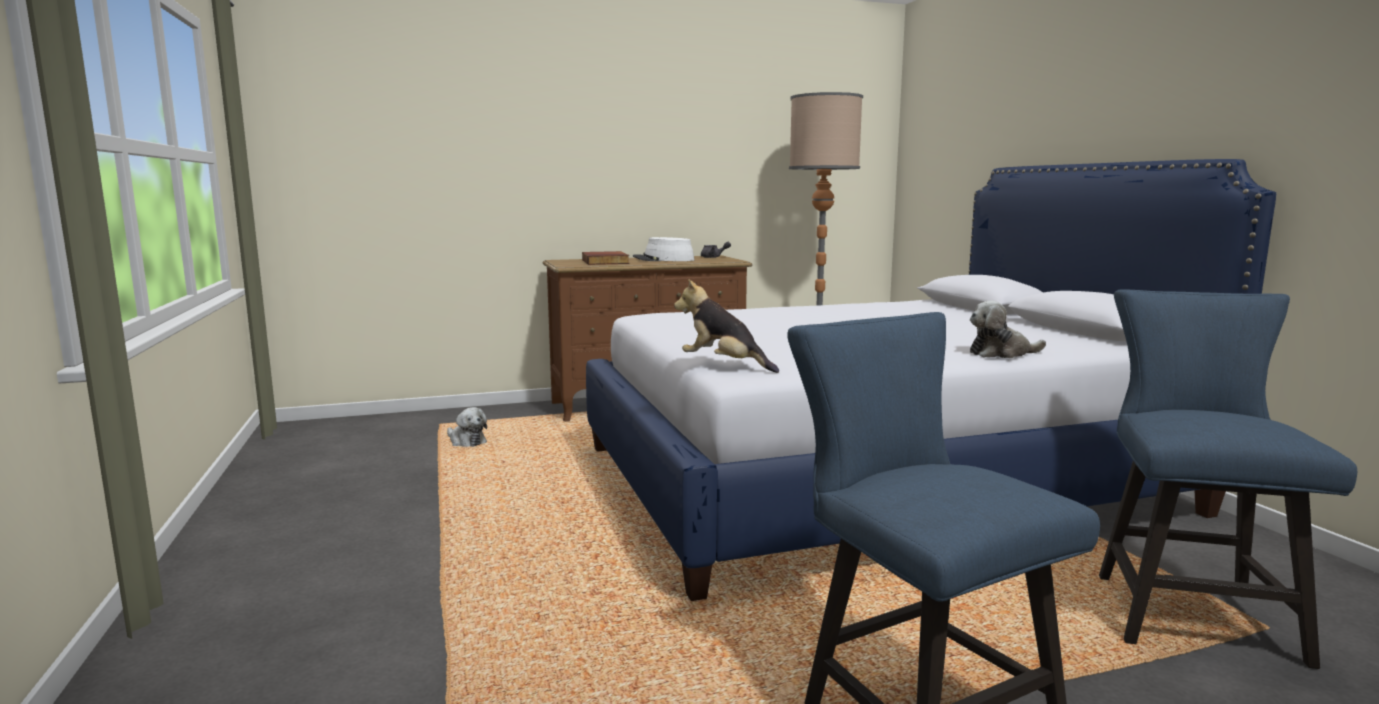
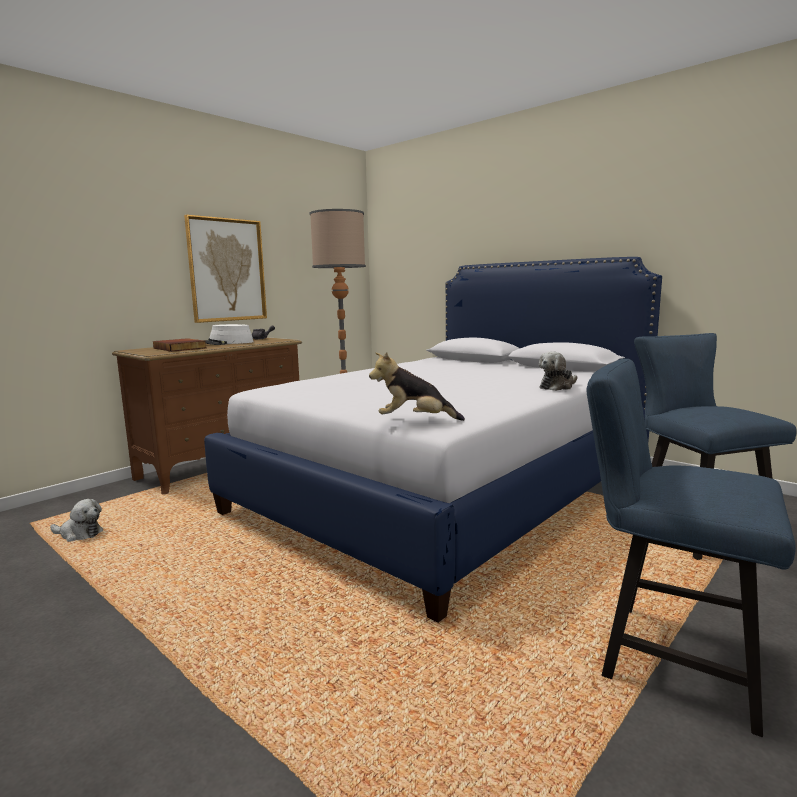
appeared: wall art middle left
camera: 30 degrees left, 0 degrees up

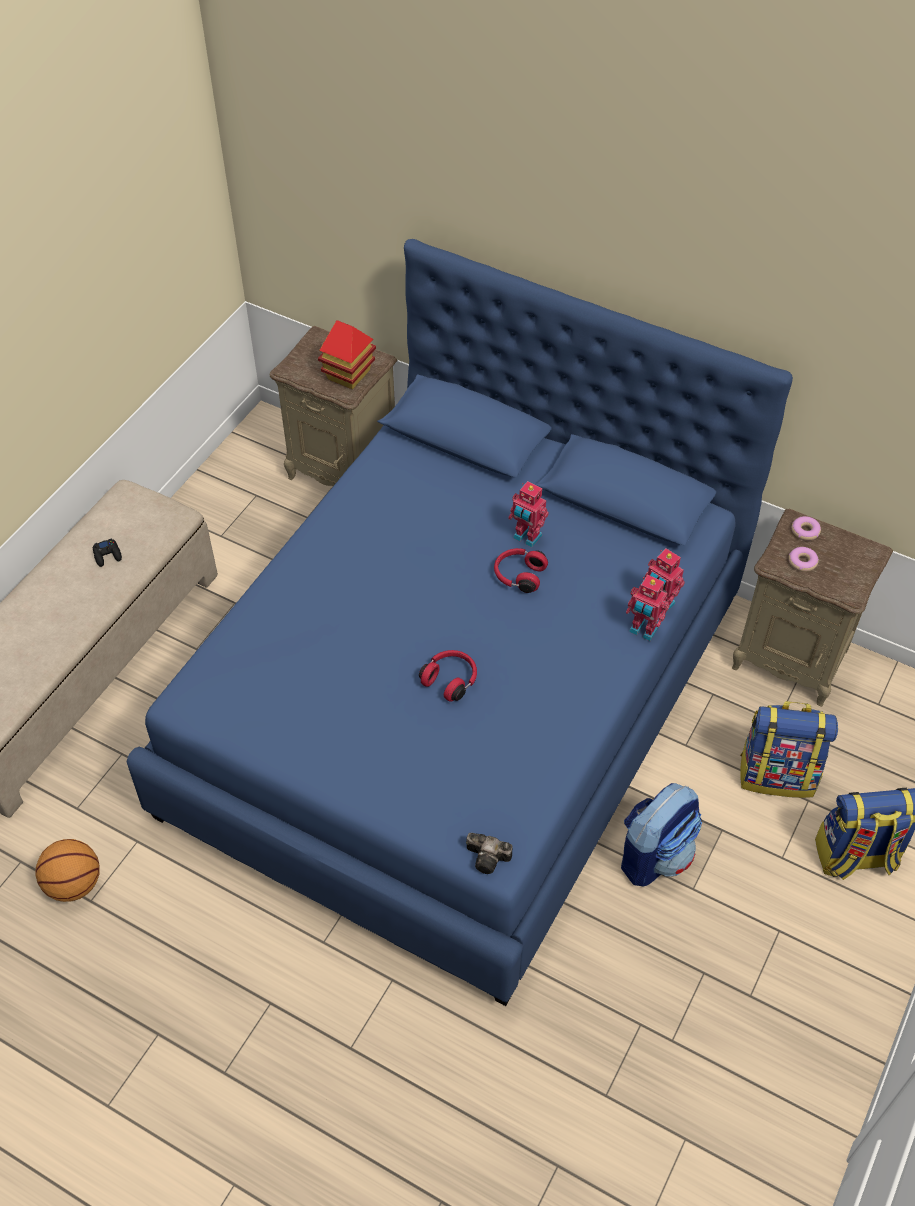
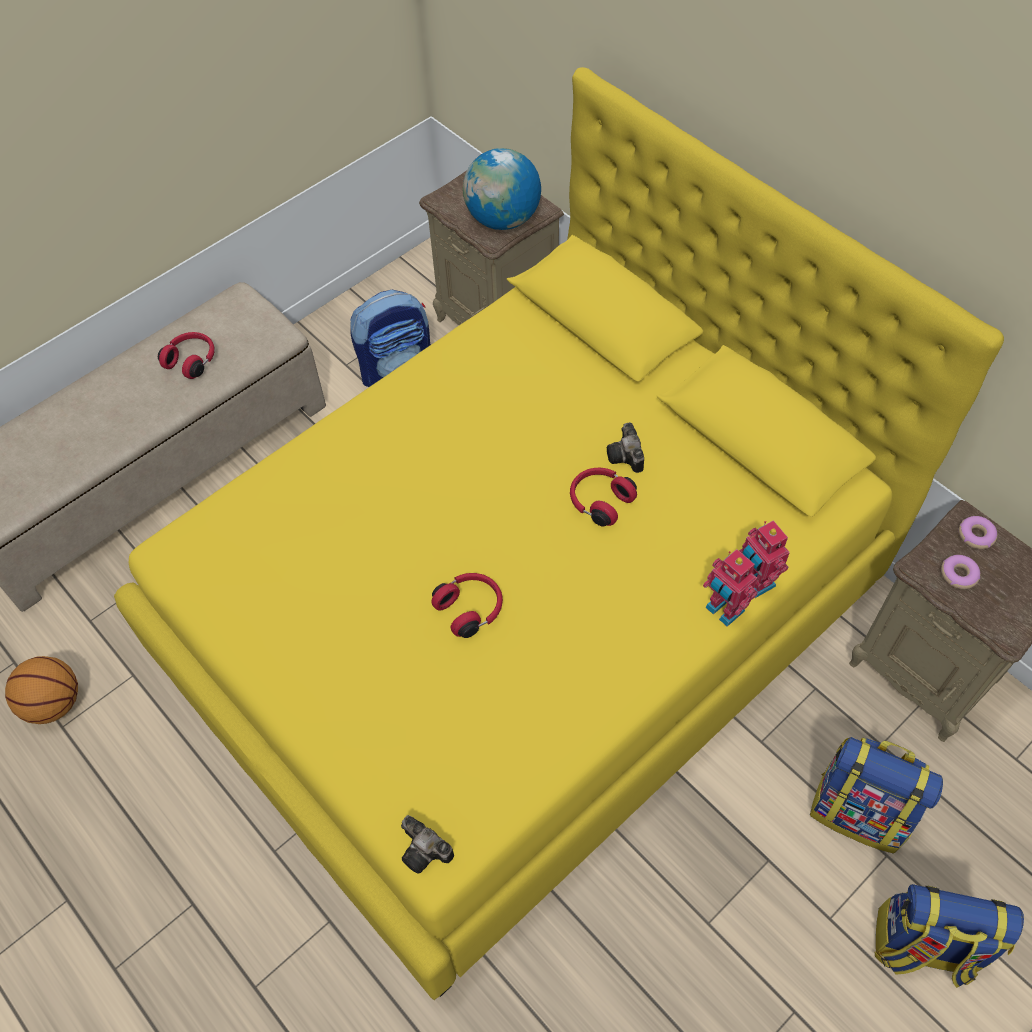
relocated: knapsack (no. 1 from left) bottom right to top centre
exchanged: black-coloured gamepad middle left to reddish pair of headphones (no. 1 from left) middle left; toy house top centre to globe top centre; toy robot (no. 1 from left) centre to photo camera (no. 2 from left) centre
colour: bluish bedroom bed centre to yellow bedroom bed centre
camera: 20 degrees right, 5 degrees up

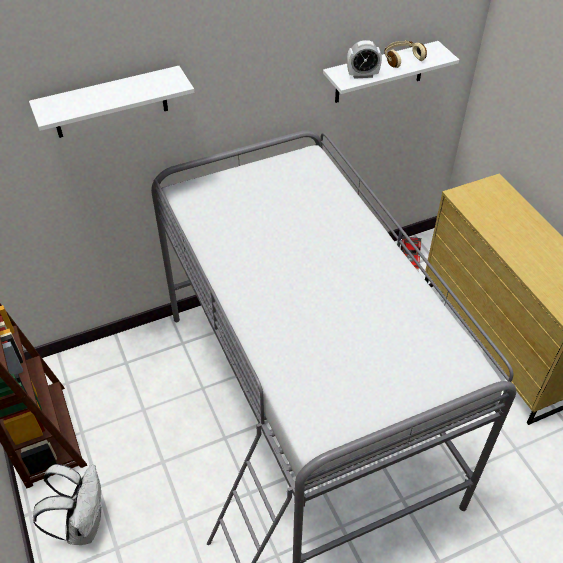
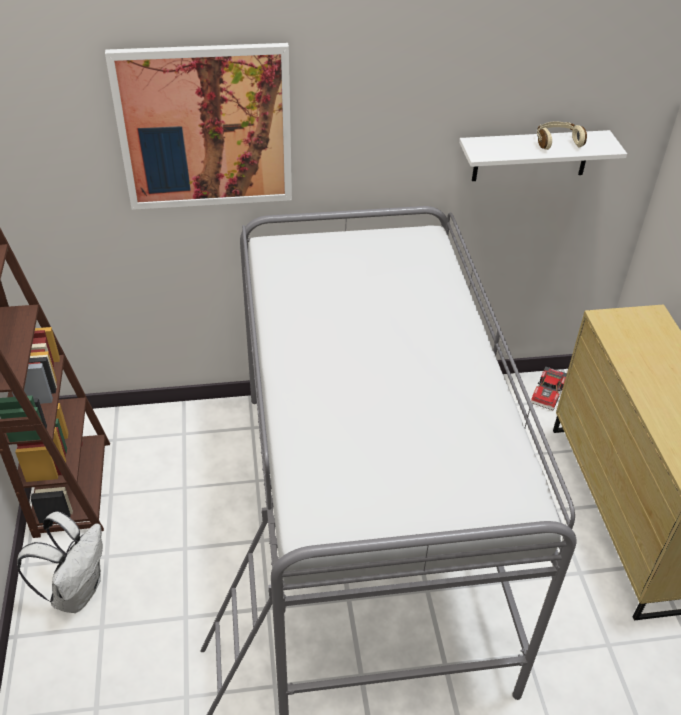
missing: table clock top centre
exchanged: whitish shelf (no. 1 from left) top left to wall art top left
camera: 15 degrees right, 5 degrees down

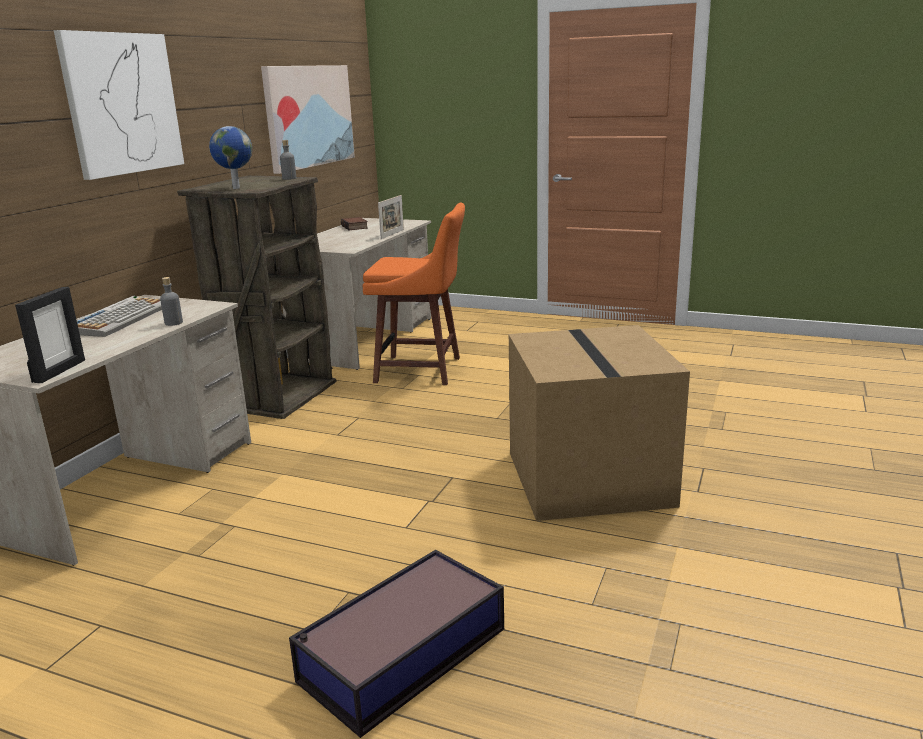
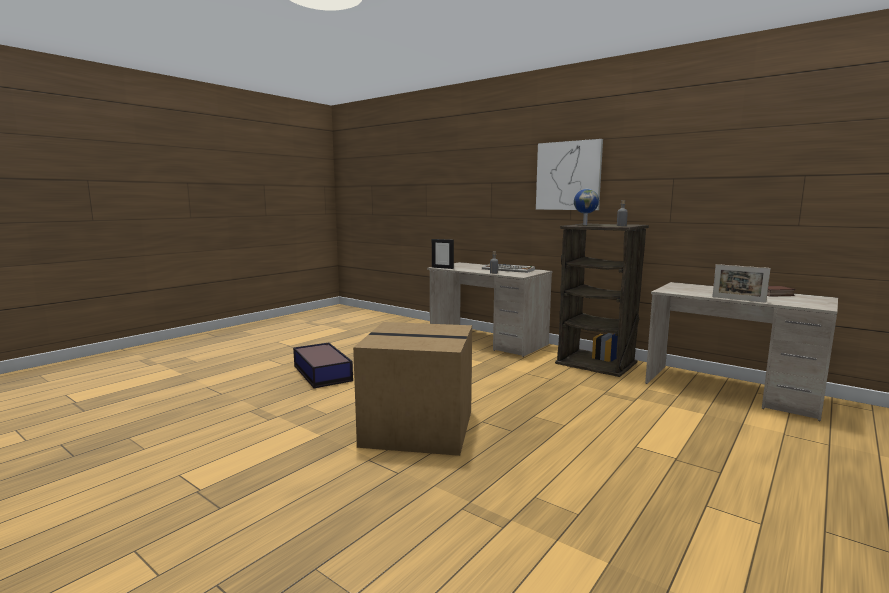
missing: wall art (no. 2 from left) top centre; orange-coloured sitting stool centre
camera: 105 degrees right, 10 degrees down

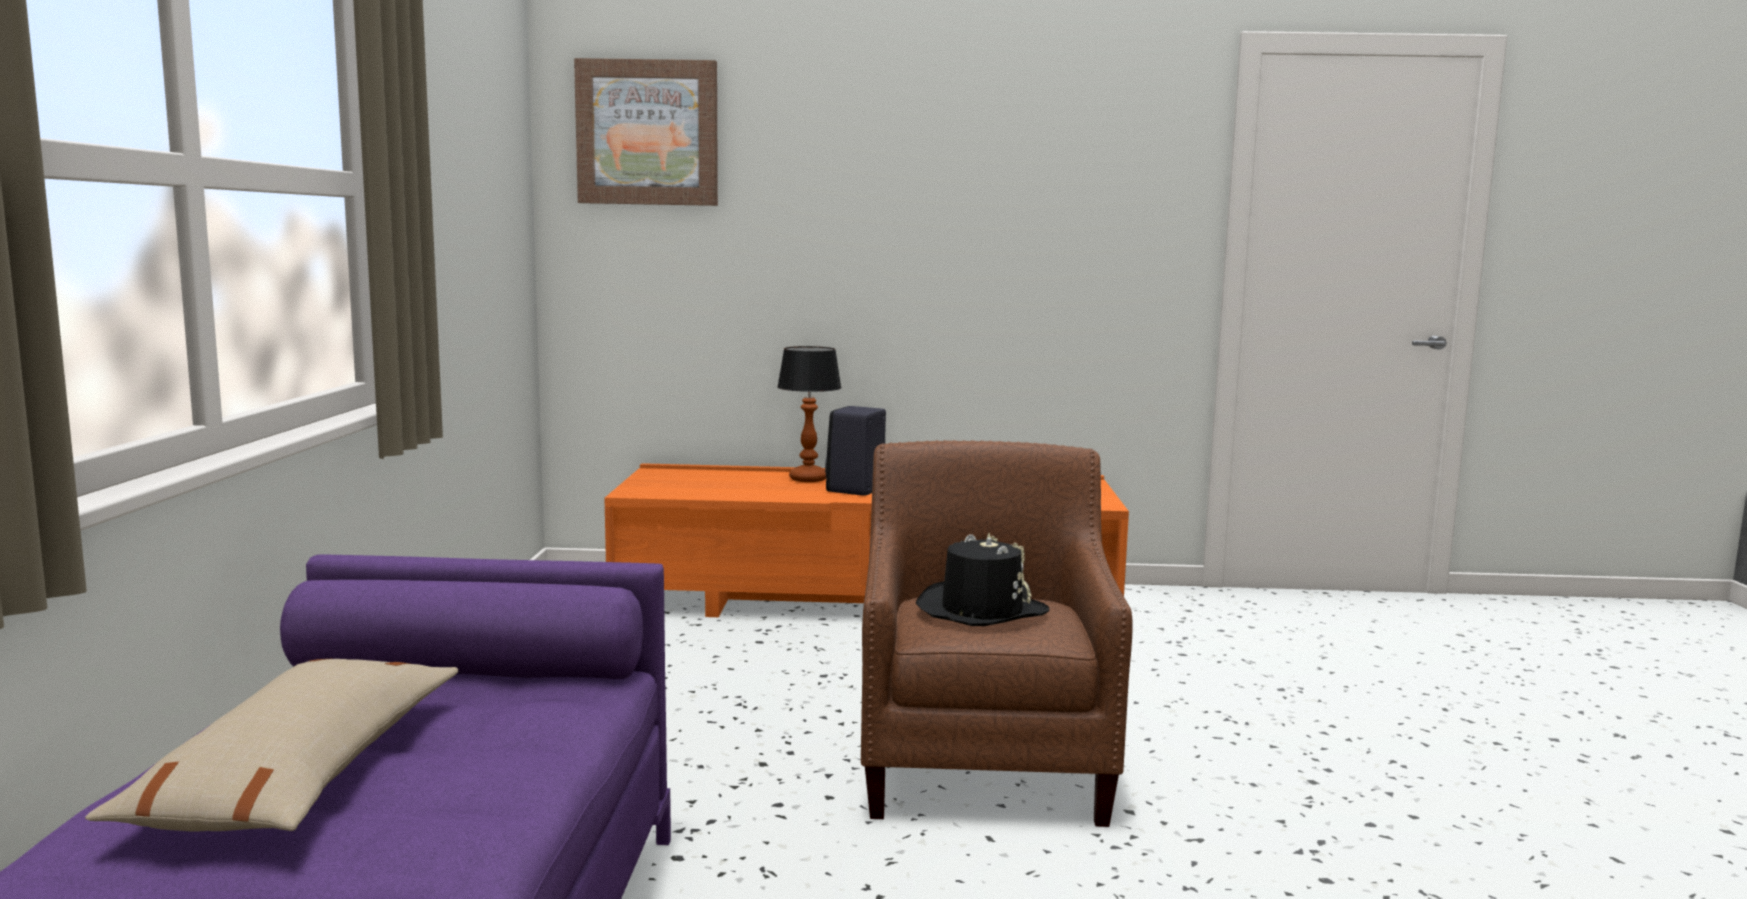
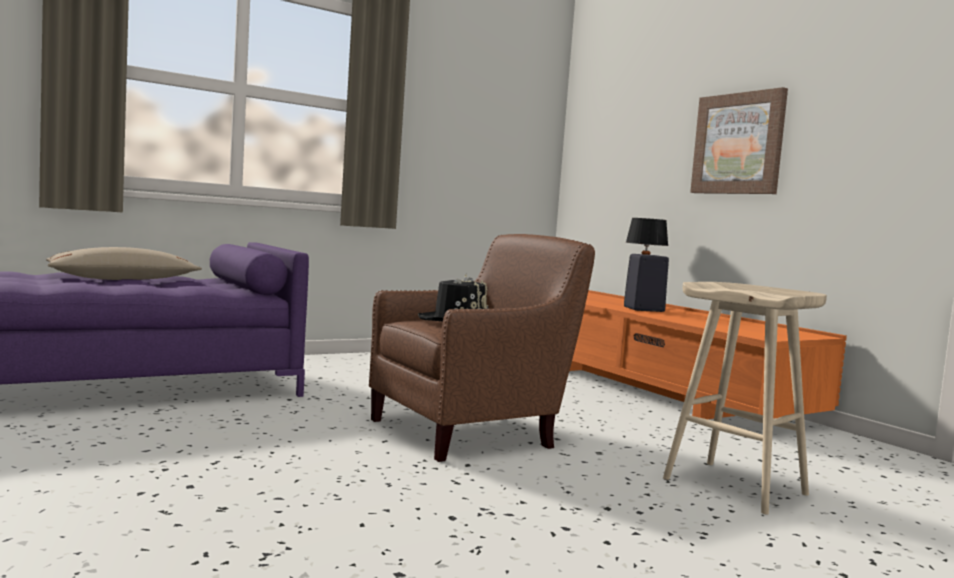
appeared: beige-coloured sitting stool bottom right
relocated: wall art top centre to top right
camera: 55 degrees right, 5 degrees down

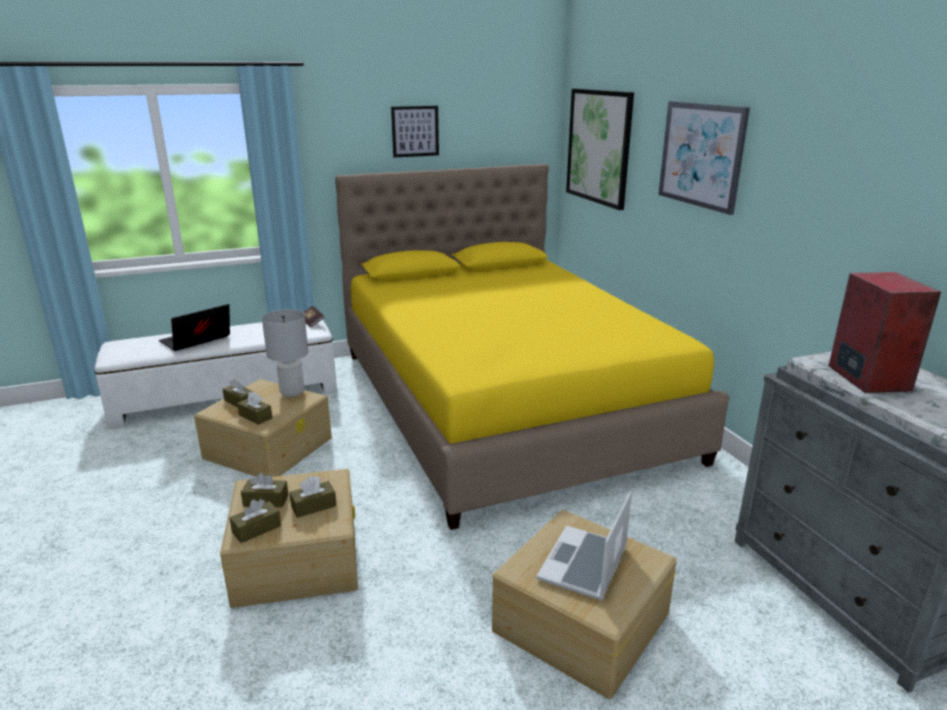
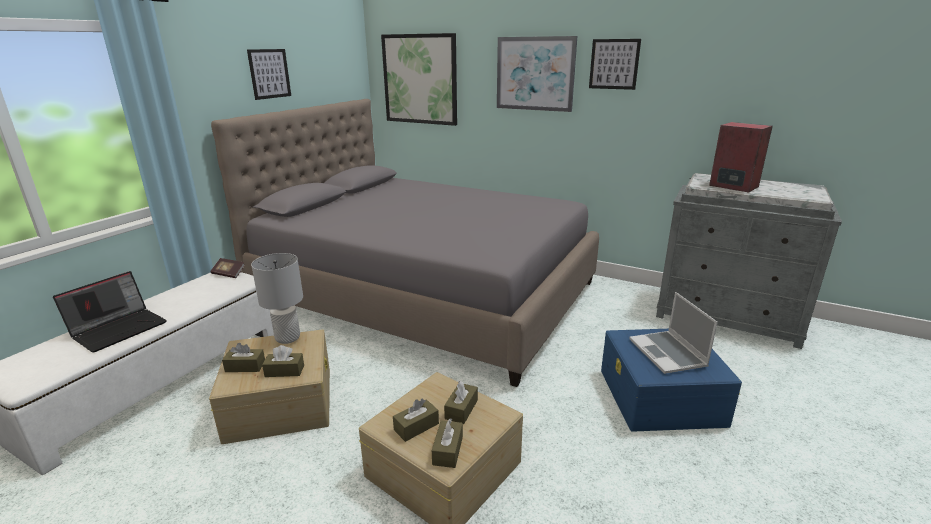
appeared: wall art (no. 4 from left) top centre
colour: yellow bedroom bed centre to gray bedroom bed centre; beige-coloured storage box (no. 3 from left) bottom centre to bluish storage box bottom right
spun: portable computer (no. 1 from left) middle left = middle left 150 degrees counterclockwise
camera: 40 degrees left, 0 degrees up

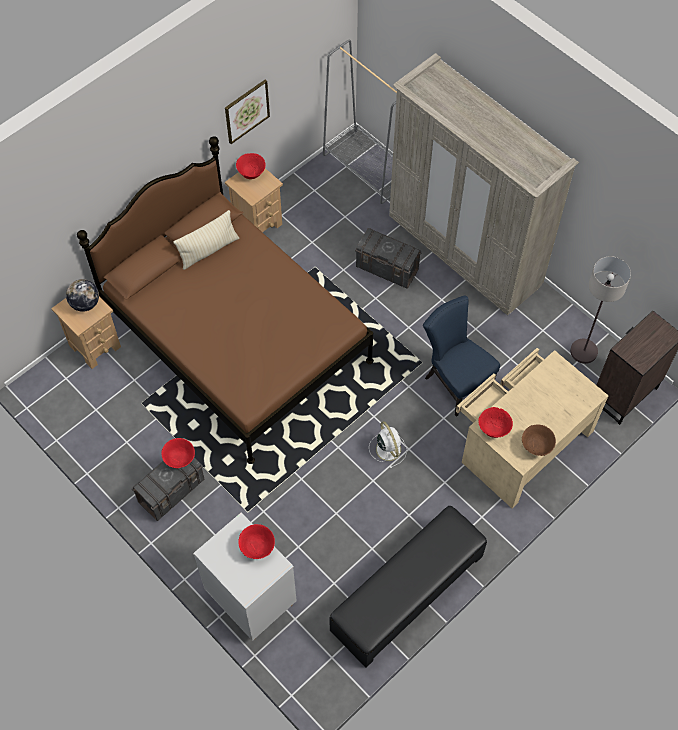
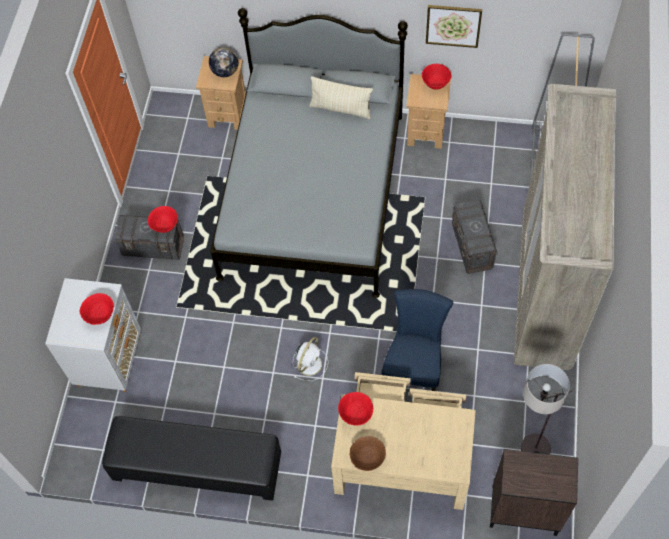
colour: brownish bedroom bed middle left to gray bedroom bed top centre
camera: 55 degrees right, 0 degrees up

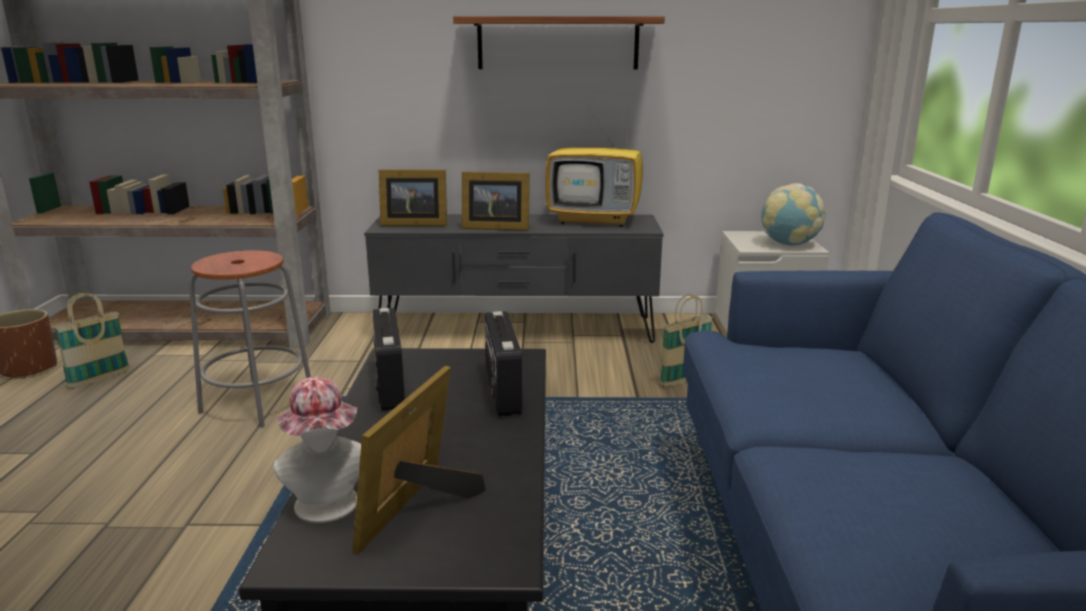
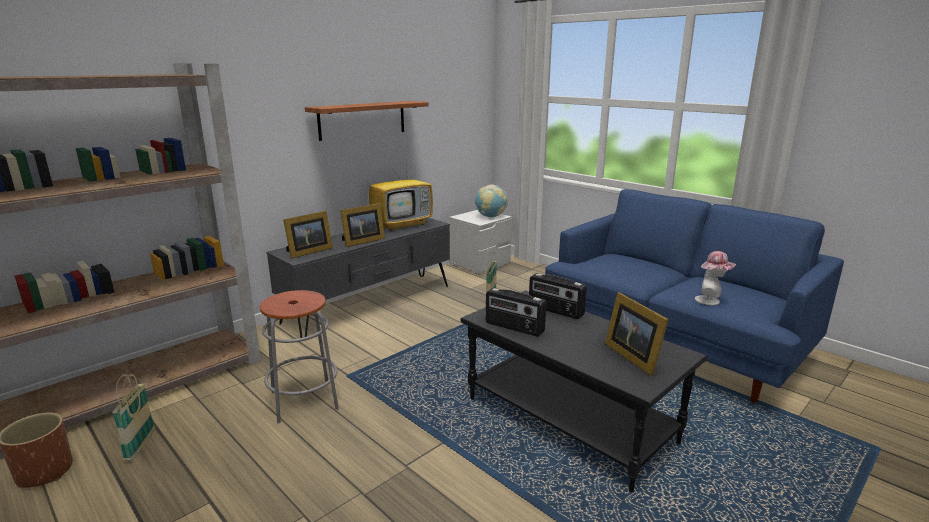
relocated: hat bottom left to middle right
camera: 45 degrees left, 0 degrees up

